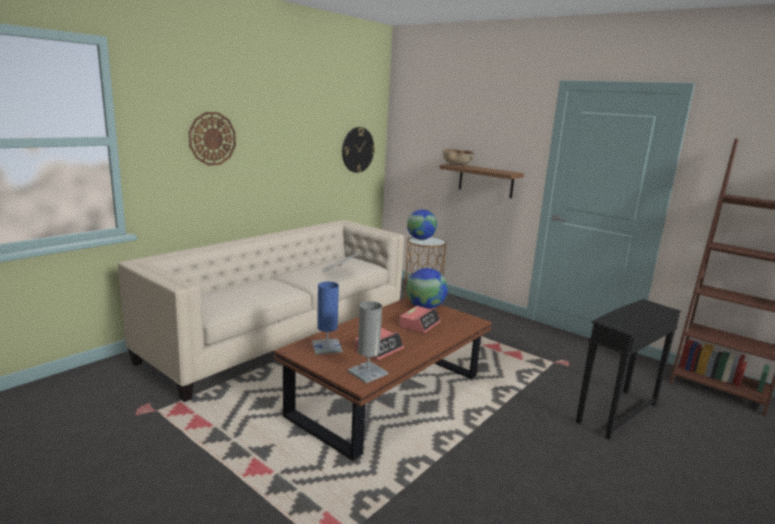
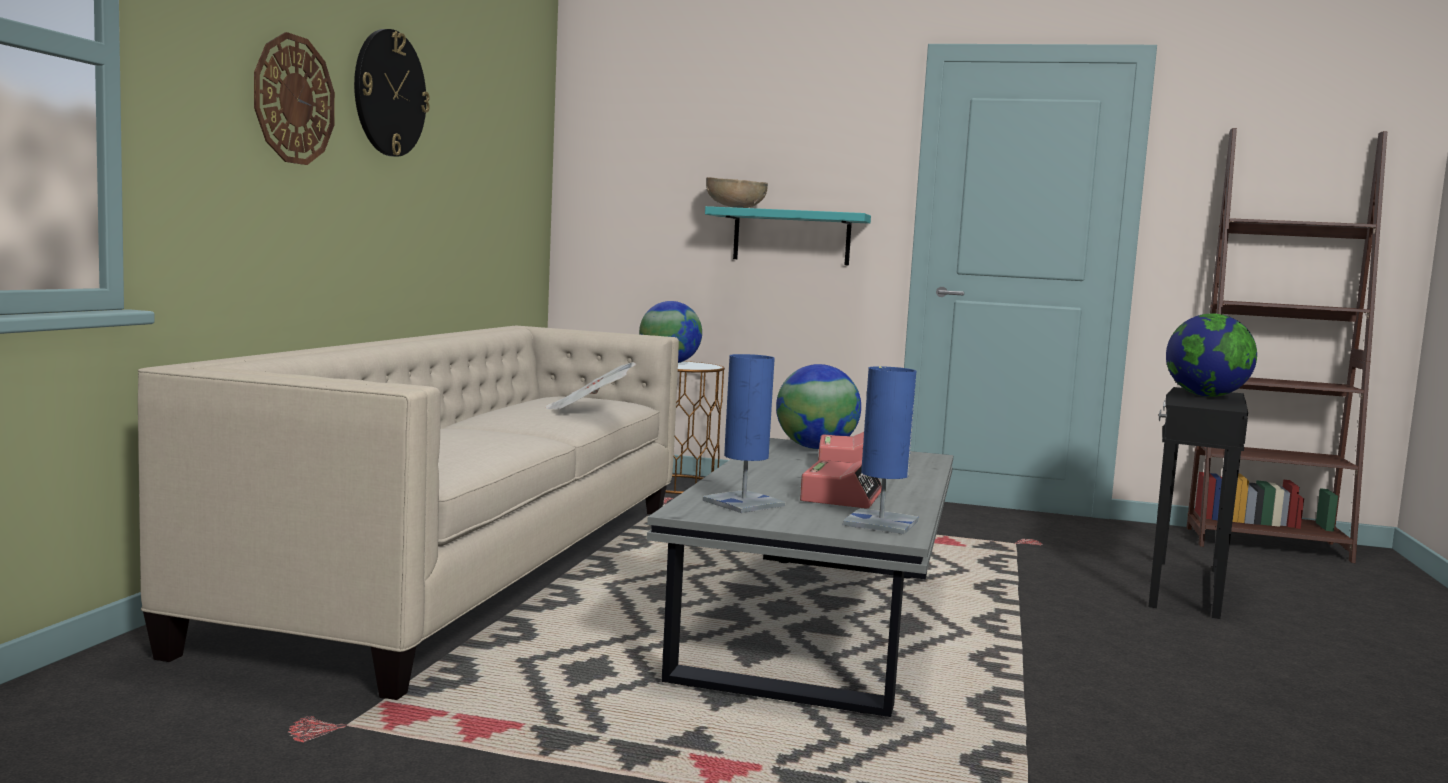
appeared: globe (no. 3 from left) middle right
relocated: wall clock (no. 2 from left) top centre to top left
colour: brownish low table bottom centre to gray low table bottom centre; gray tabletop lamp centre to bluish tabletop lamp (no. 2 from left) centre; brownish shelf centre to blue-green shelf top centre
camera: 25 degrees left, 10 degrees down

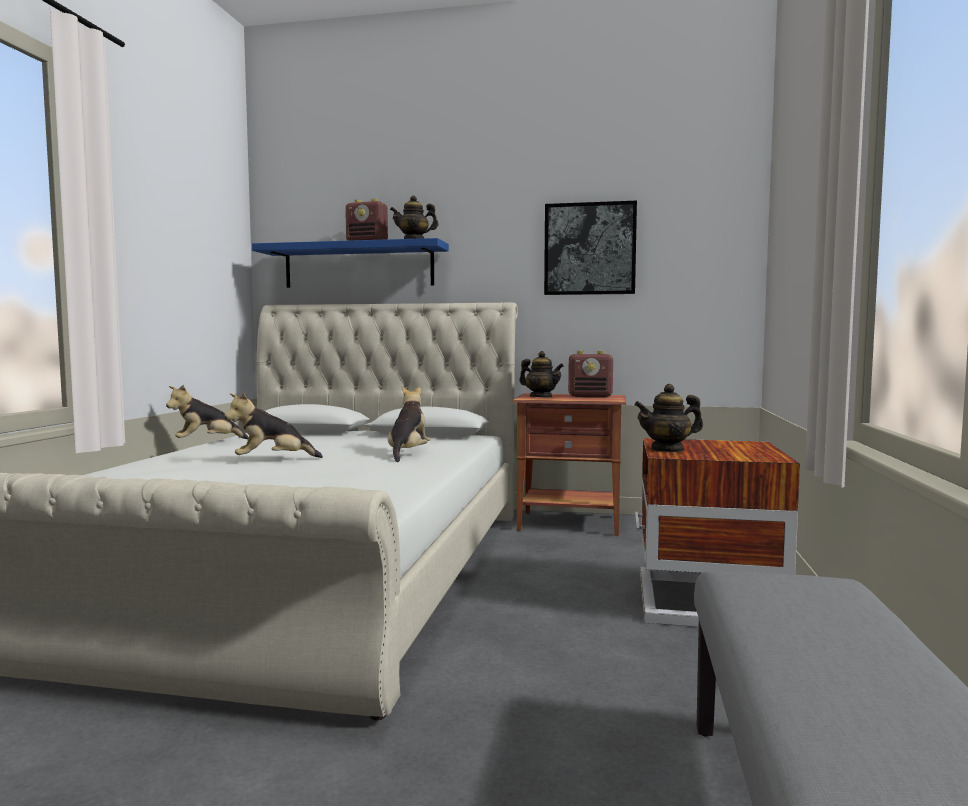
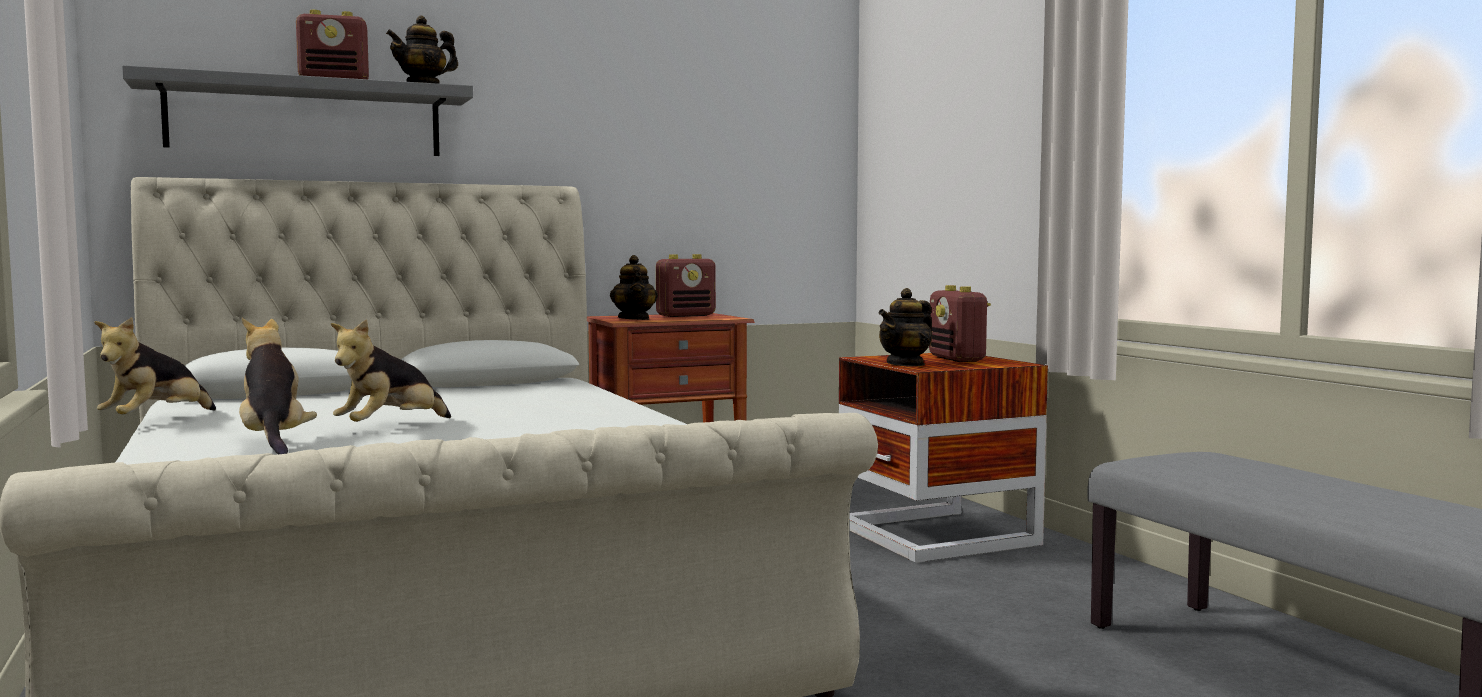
missing: wall art top centre
appeared: radio receiver (no. 3 from left) centre
relocated: cuddly toy (no. 3 from left in the first image) centre to cuddly toy (no. 2 from left) middle left
colour: bluish shelf top centre to gray shelf top left
spun: tea pot (no. 2 from left) centre = centre 75 degrees clockwise
camera: 35 degrees left, 0 degrees up

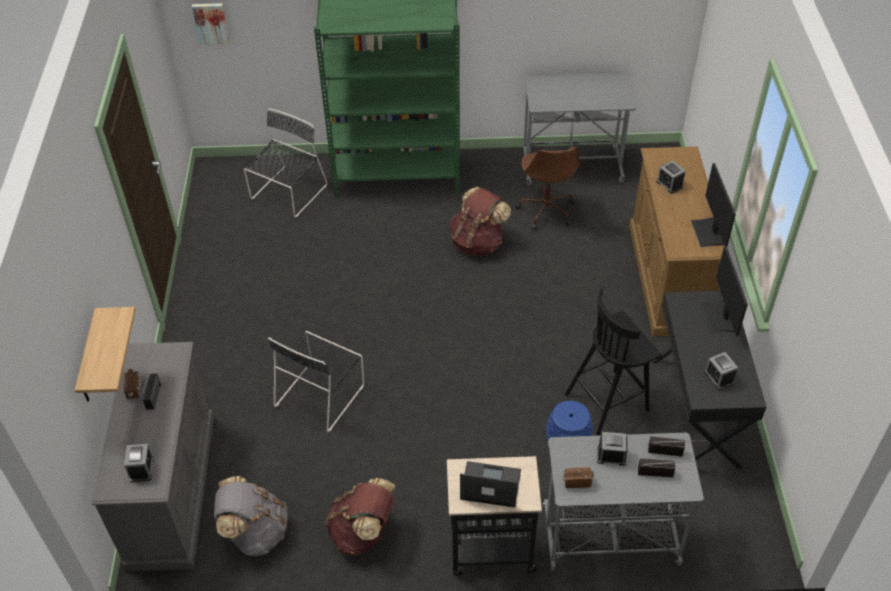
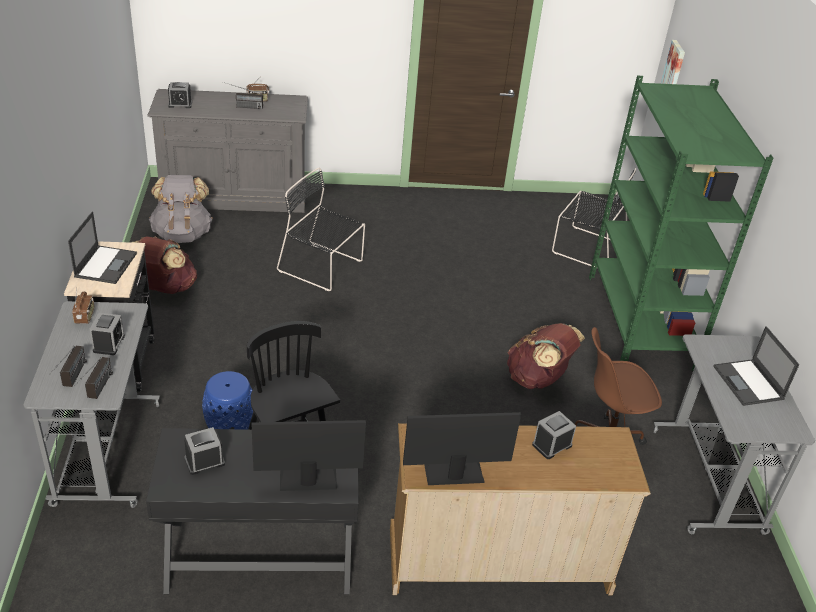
missing: shelf middle left
appeared: portable computer (no. 2 from left) middle right
camera: 85 degrees right, 10 degrees down

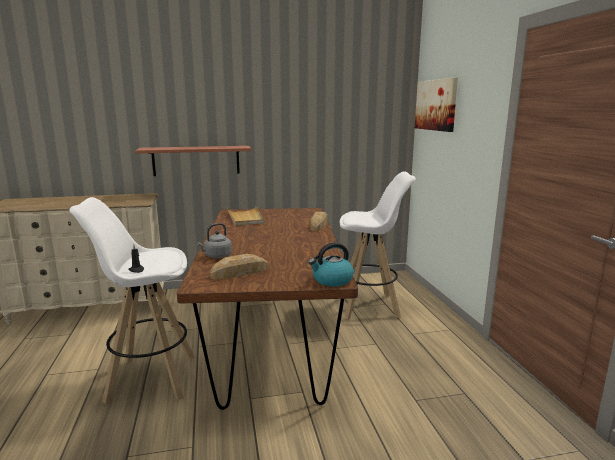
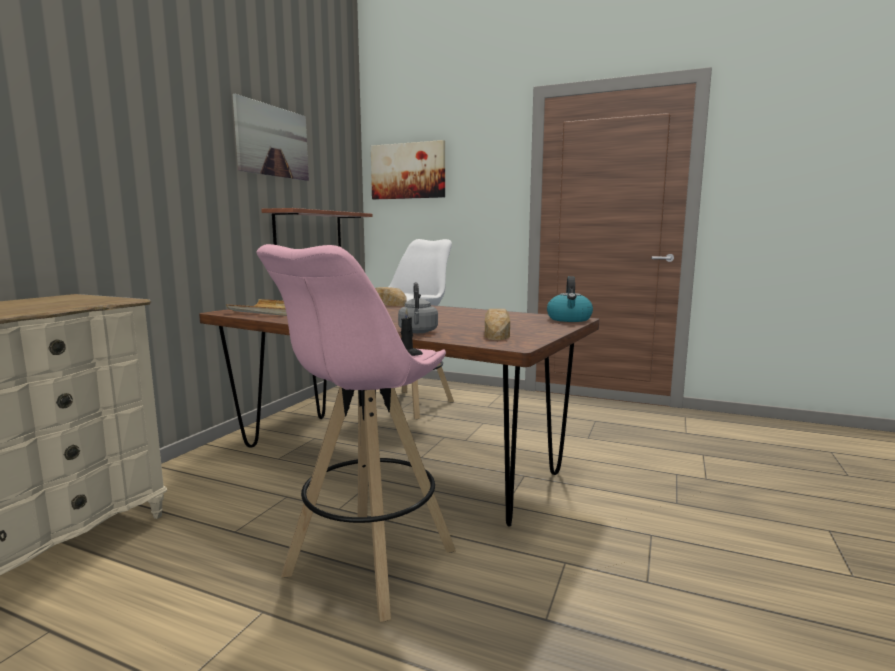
appeared: wall art (no. 1 from left) top left
relocated: shelf middle left to centre
colour: whitish sitting stool (no. 1 from left) middle left to pinkish sitting stool centre
camera: 55 degrees left, 5 degrees down

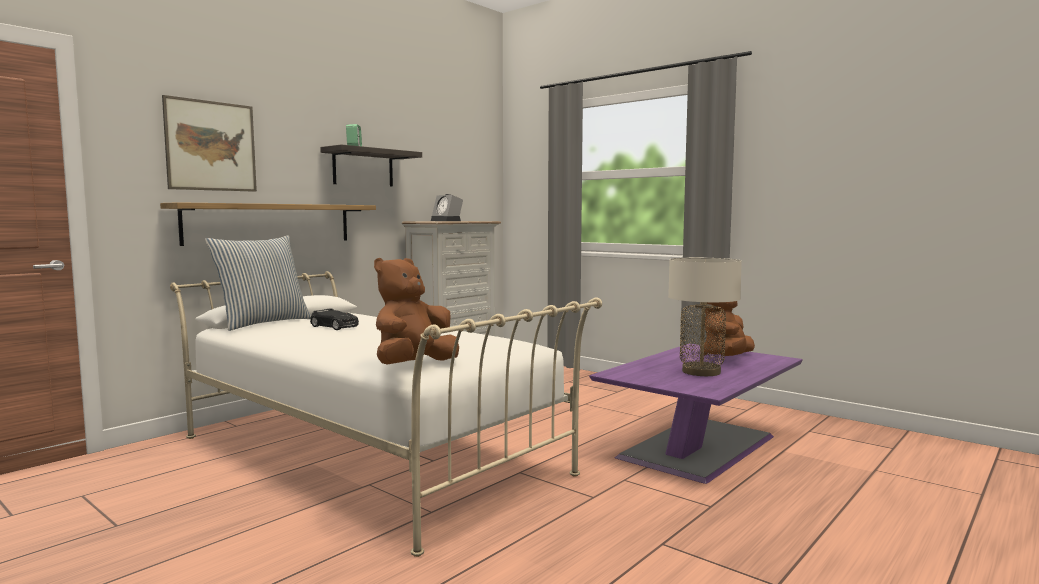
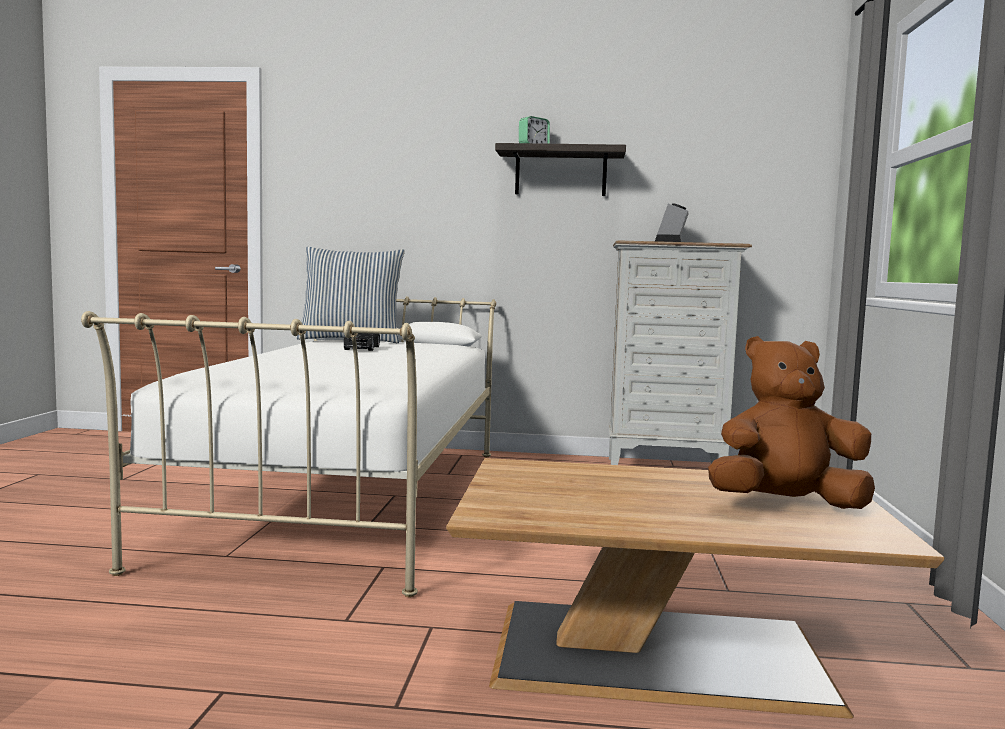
missing: shelf (no. 1 from left) middle left; wall art top left; brownish cuddly toy (no. 1 from left) centre; tabletop lamp middle right
colour: purple low table bottom right to brownish low table bottom right
camera: 55 degrees right, 0 degrees up

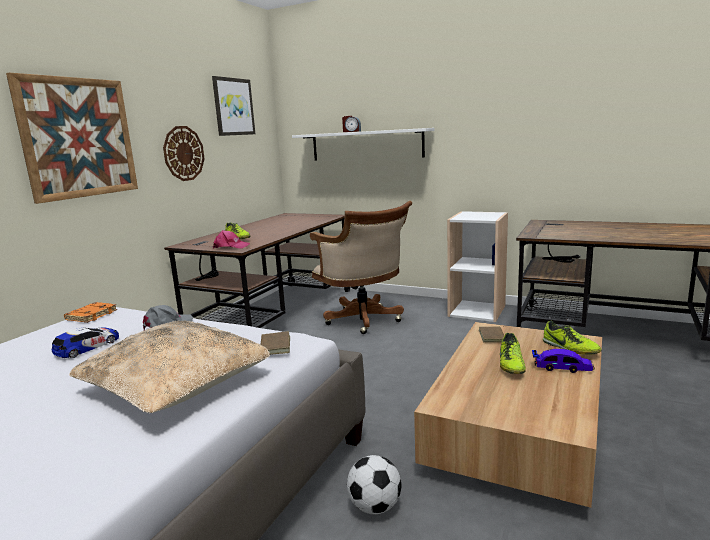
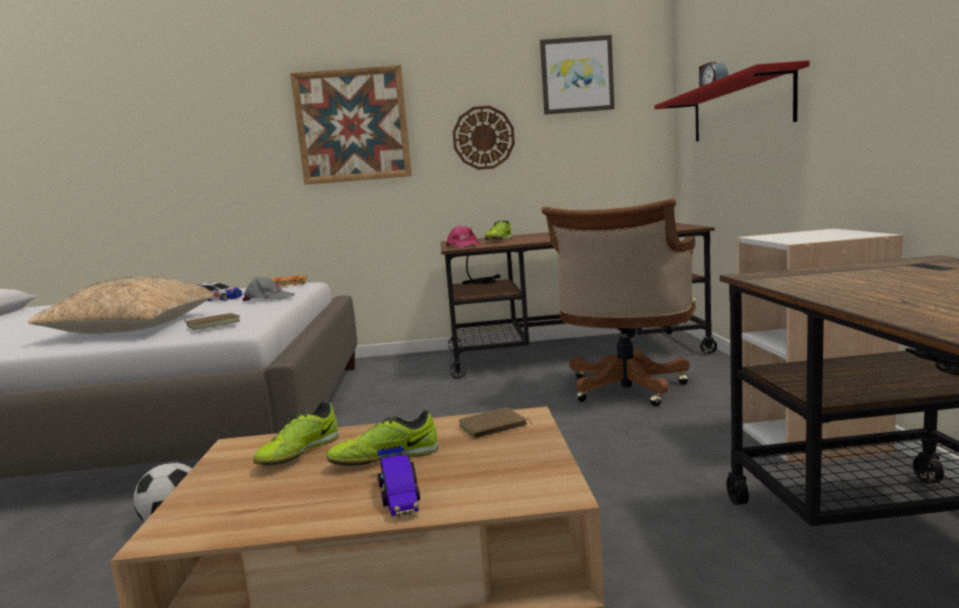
relocated: item of footwear (no. 3 from left in the first image) middle right to item of footwear (no. 1 from left) bottom left
colour: whitish shelf top centre to reddish shelf top right
camera: 60 degrees right, 5 degrees down

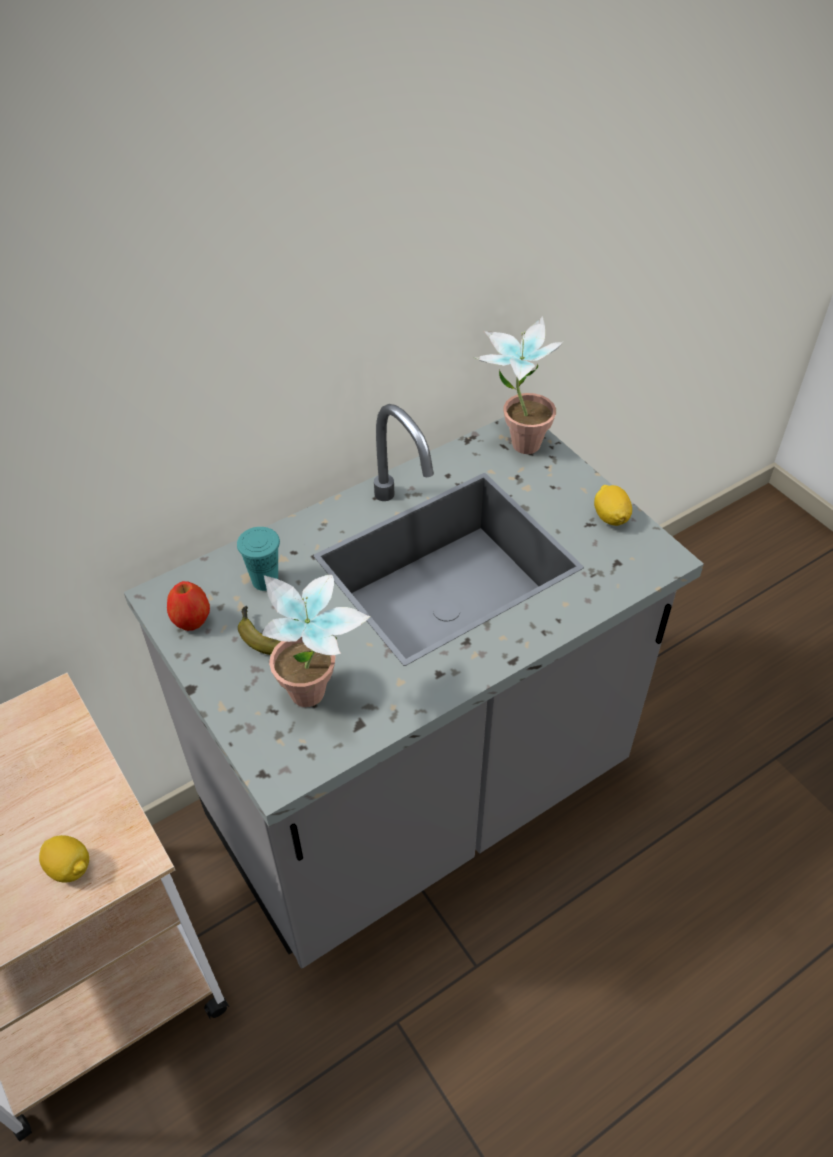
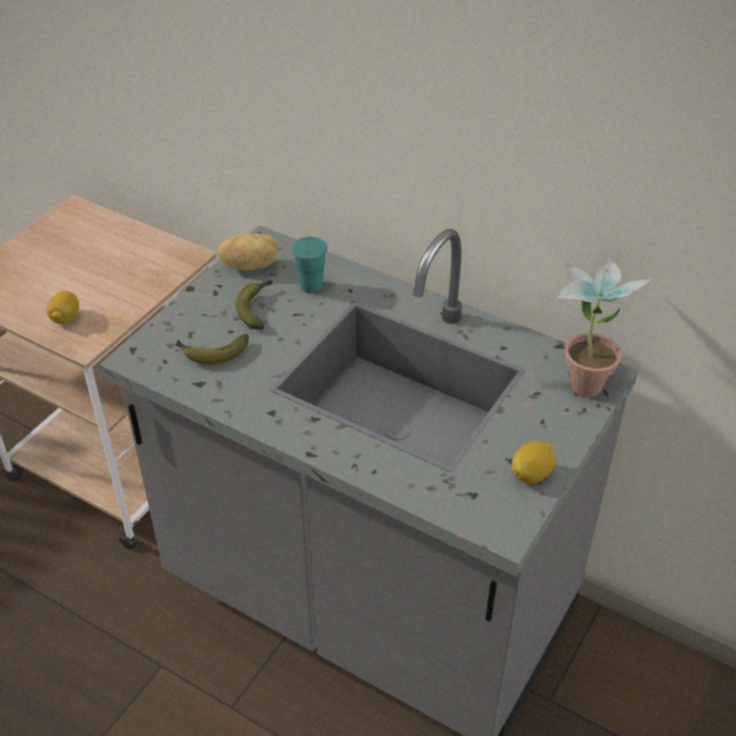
exchanged: apple middle left to spud centre; potted plant (no. 1 from left) centre to banana fruit (no. 1 from left) middle left
camera: 65 degrees right, 5 degrees down

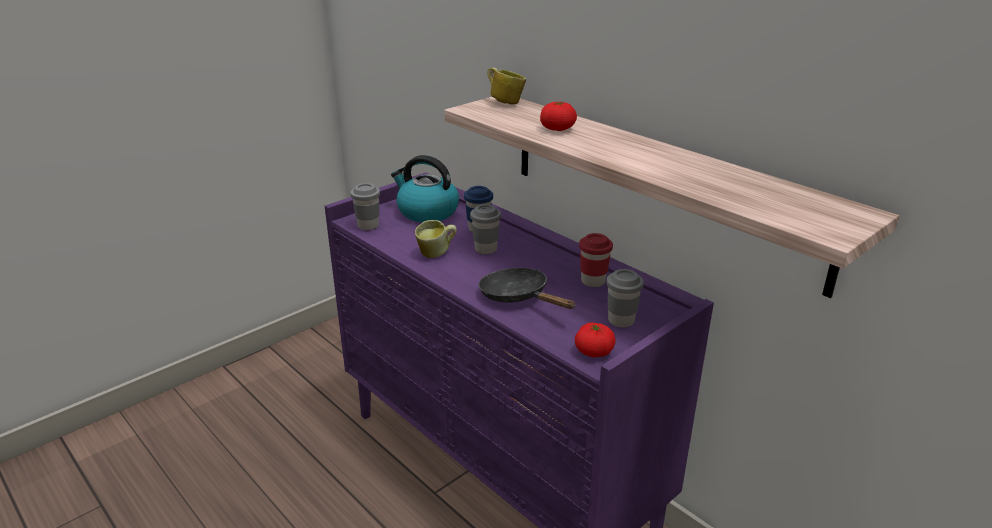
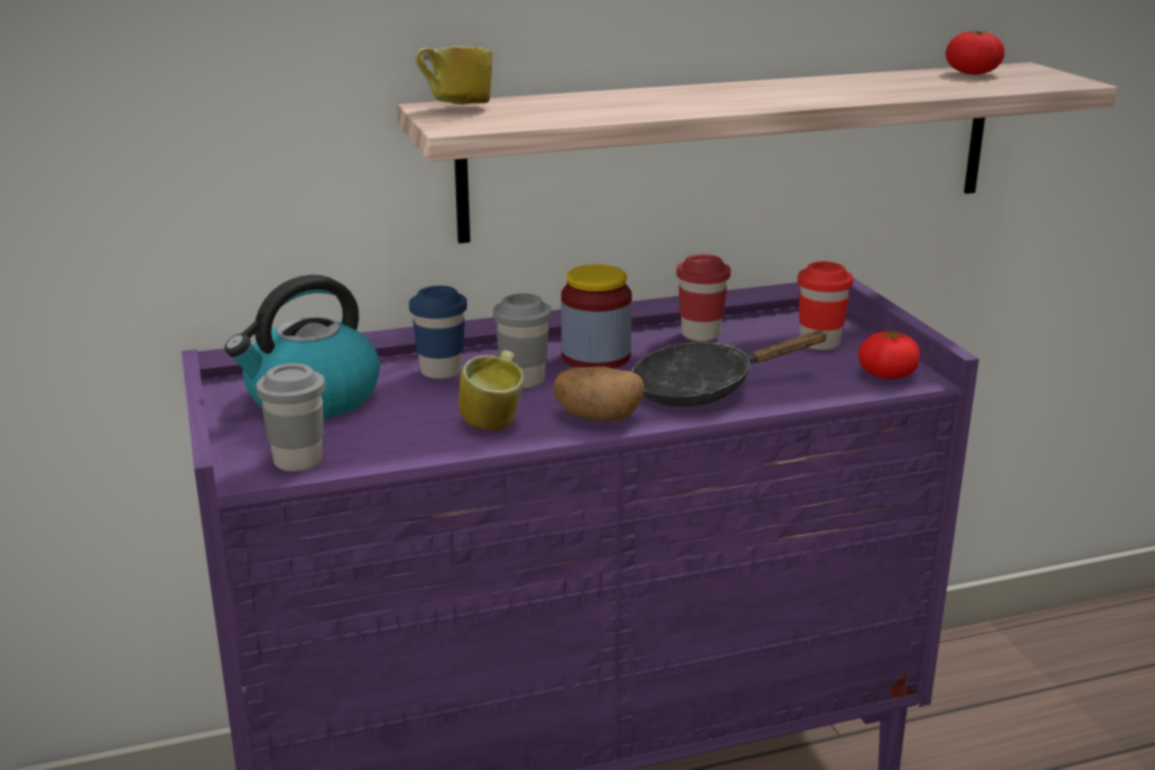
appeared: spud centre; storage jar centre
relocated: fresh tomato (no. 1 from left in the first image) top centre to fresh tomato (no. 2 from left) top right
colour: gray drinking cup (no. 3 from left) centre to reddish drinking cup (no. 2 from left) middle right
camera: 65 degrees left, 5 degrees down

